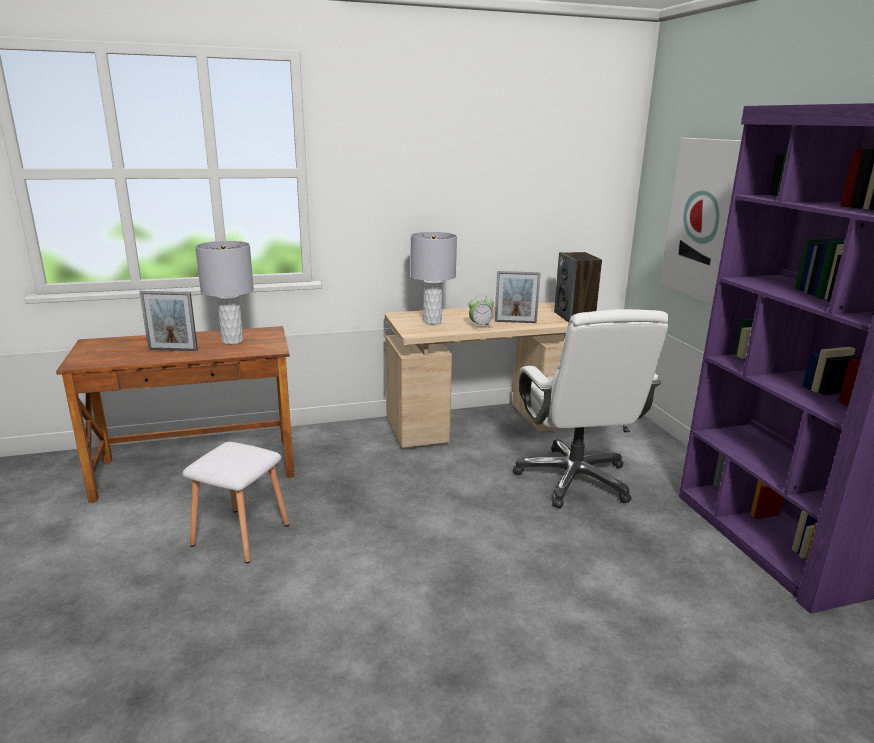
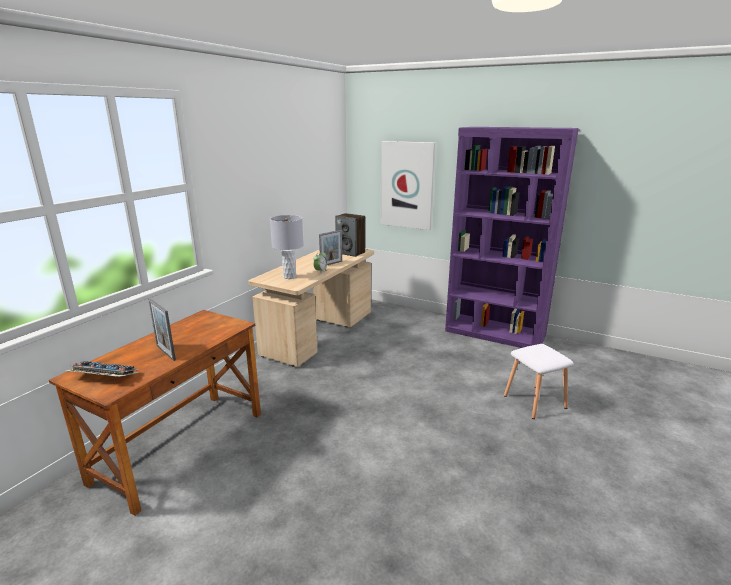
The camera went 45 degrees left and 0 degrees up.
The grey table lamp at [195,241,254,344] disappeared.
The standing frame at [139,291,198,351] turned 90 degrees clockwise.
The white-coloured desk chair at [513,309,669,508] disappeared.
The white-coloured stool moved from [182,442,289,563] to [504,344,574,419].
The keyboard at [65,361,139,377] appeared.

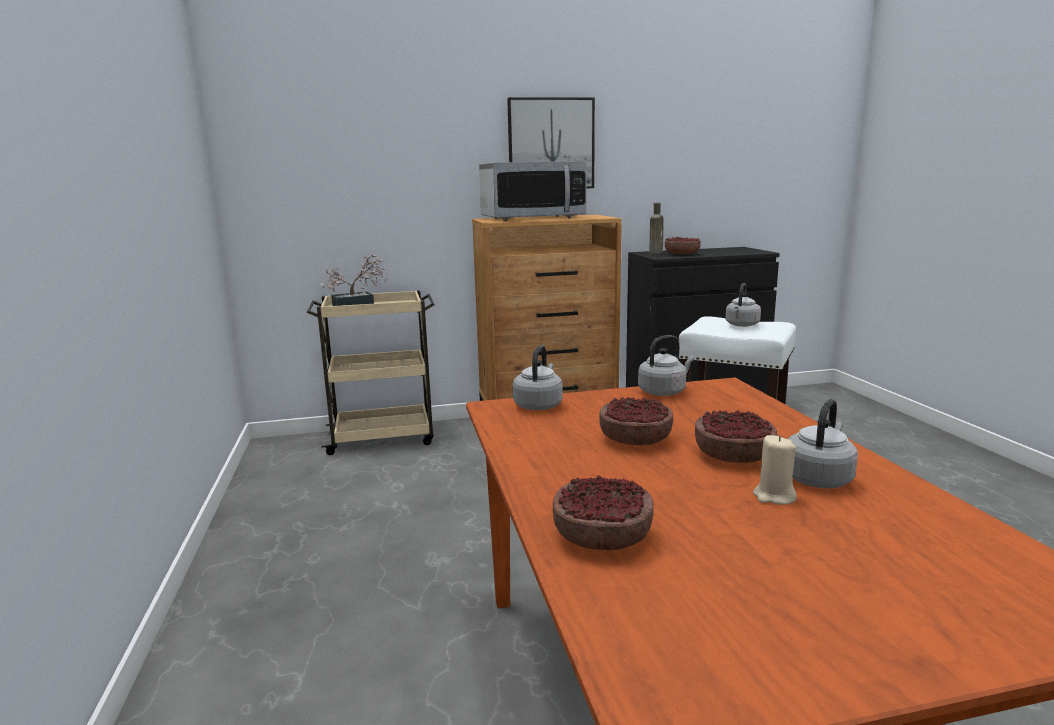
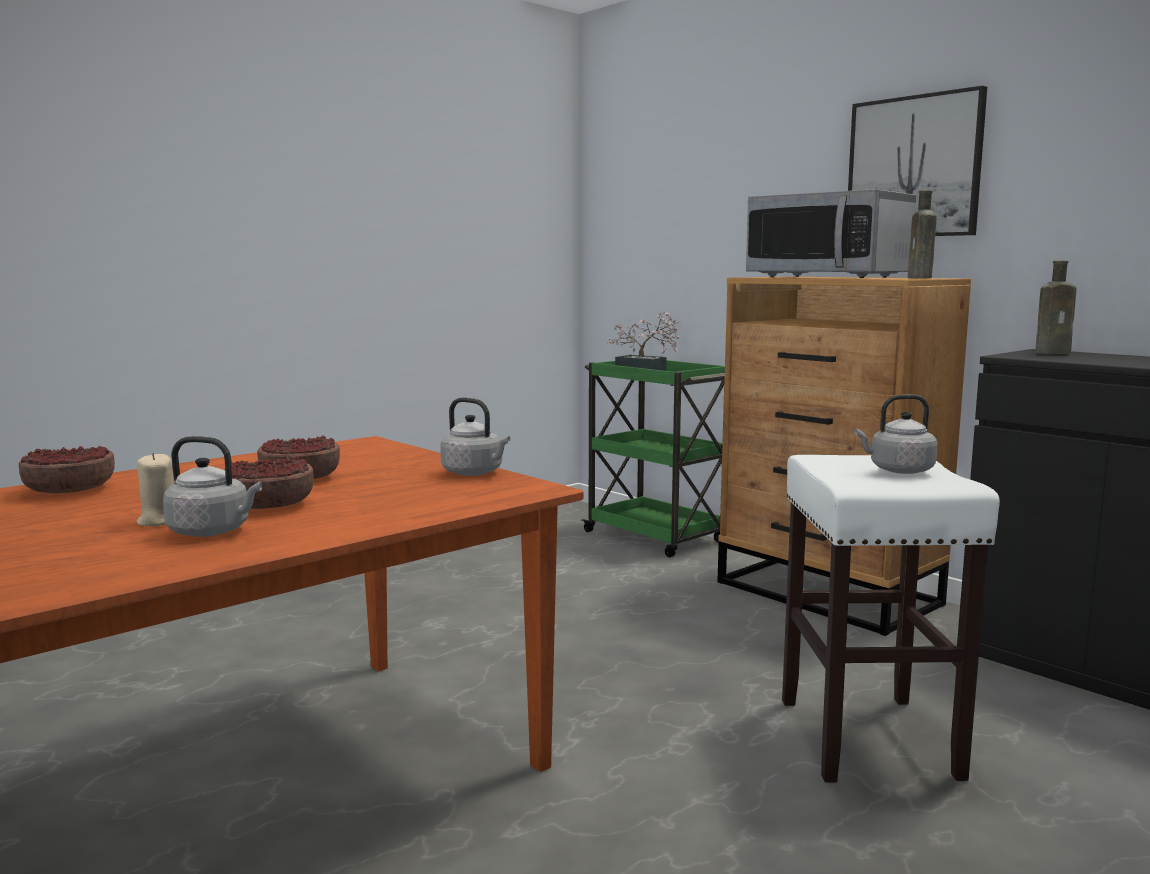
The camera went 60 degrees right and 5 degrees down.
The deep dish at [665,237,701,254] disappeared.
The beige cart at [306,290,435,455] became the greenish cart at [582,360,725,557].
The grey kettle at [513,345,563,410] disappeared.
The brown drink bottle at [908,190,937,278] appeared.

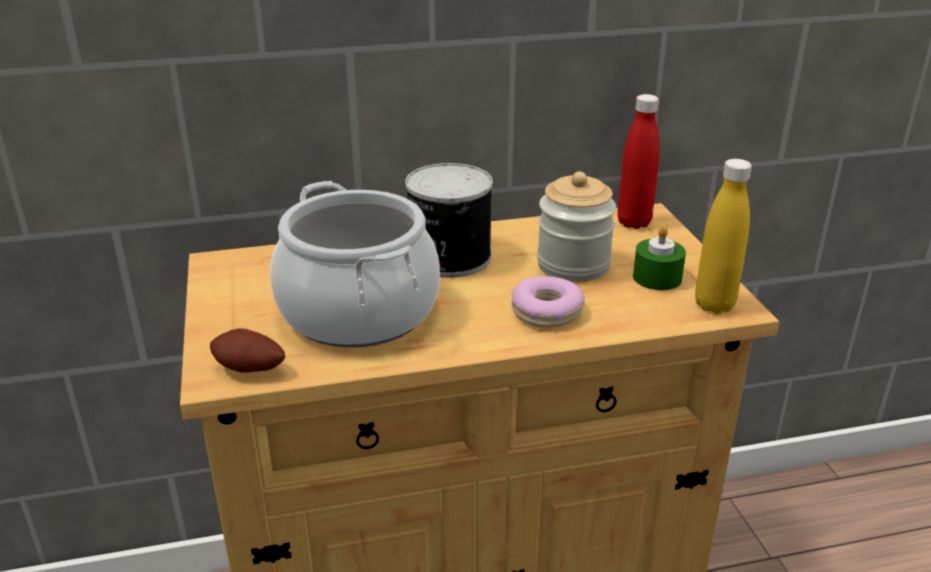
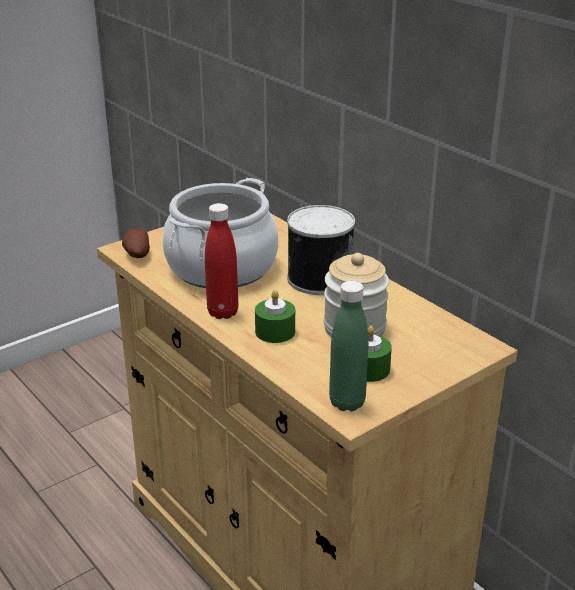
The camera went 65 degrees right and 0 degrees up.
The red drink bottle moved from [617,94,660,229] to [205,203,238,319].
The yellowish drink bottle at [695,159,752,314] became the greenish drink bottle at [329,281,368,411].
The ring doughnut at [511,276,585,328] was replaced by the greenish wax candle at [255,290,295,343].

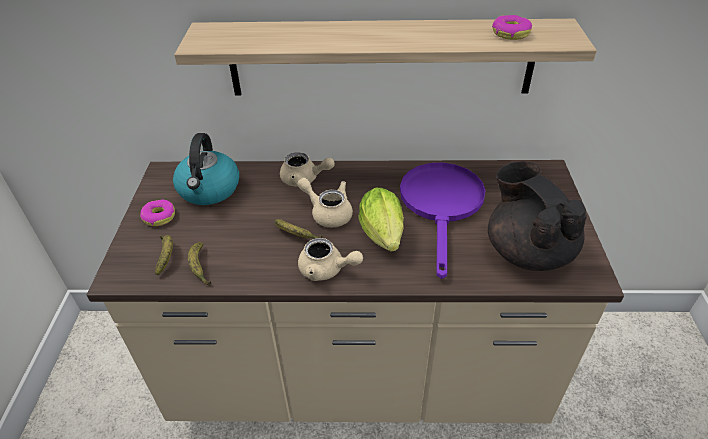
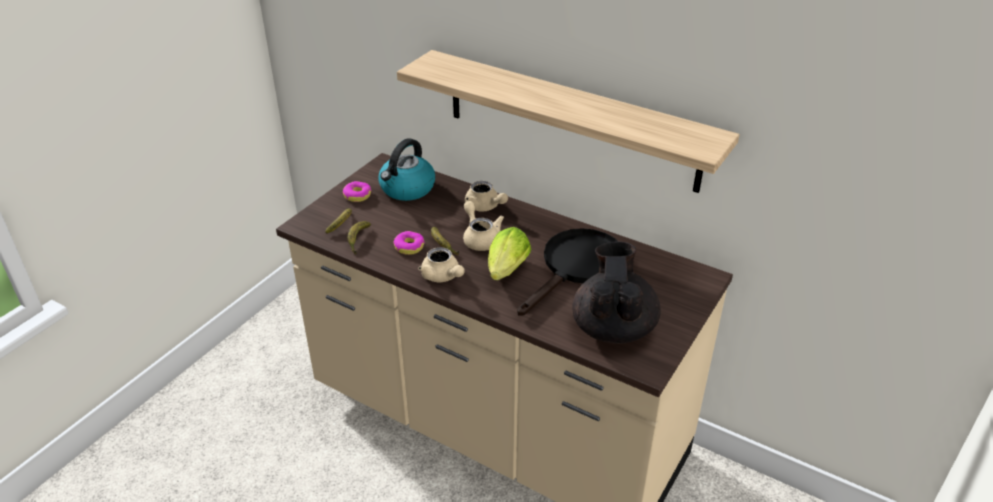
The camera went 30 degrees right and 5 degrees down.
The ring doughnut moved from [492,15,532,40] to [393,231,425,255].
The purplish pan at [400,162,486,279] became the black-coloured pan at [517,228,618,316].

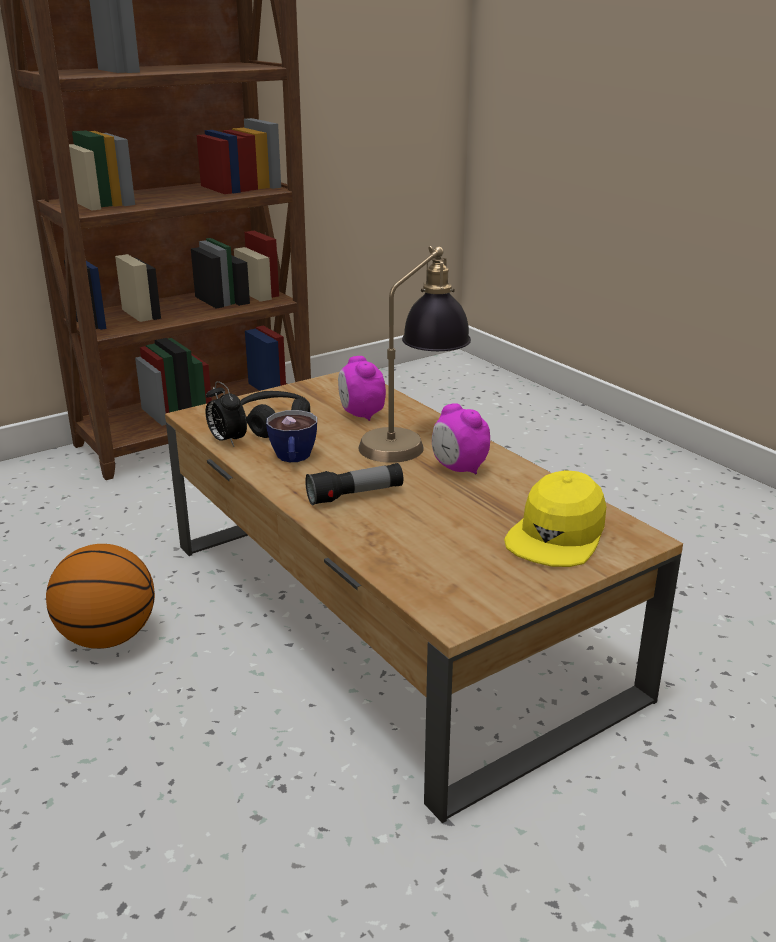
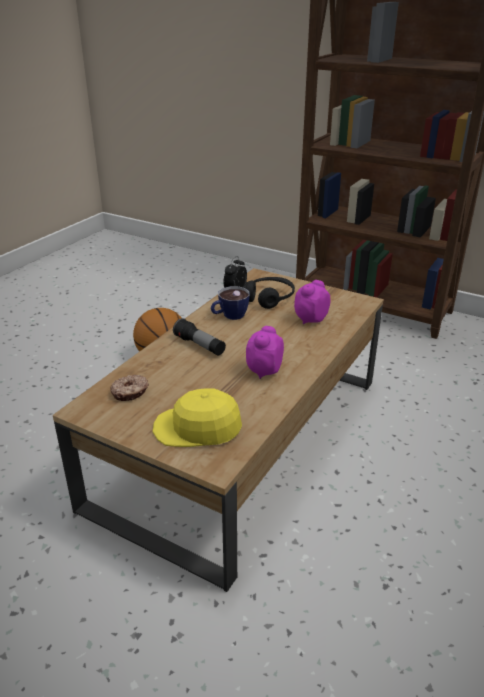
The camera went 65 degrees right and 5 degrees up.
The table lamp at [359,246,471,463] disappeared.
The ring doughnut at [110,375,149,401] appeared.

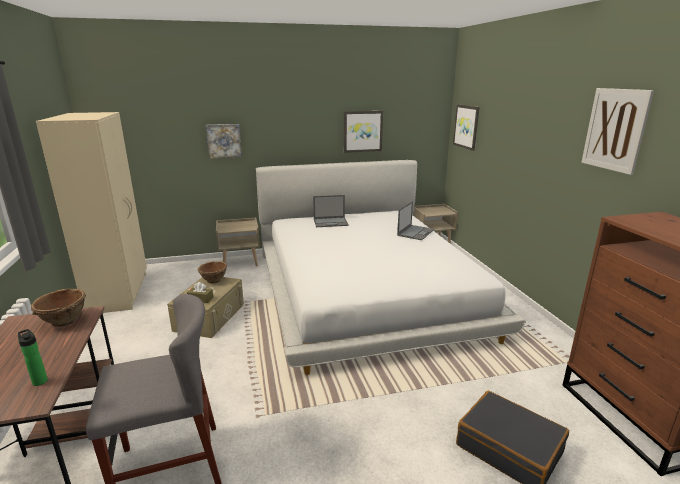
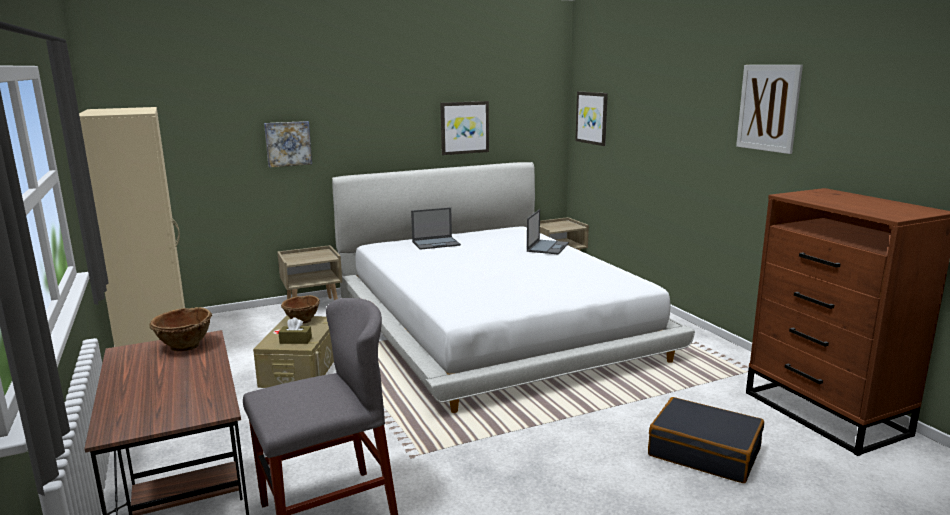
The camera went 10 degrees left and 5 degrees down.
The drink bottle at [18,329,48,386] disappeared.

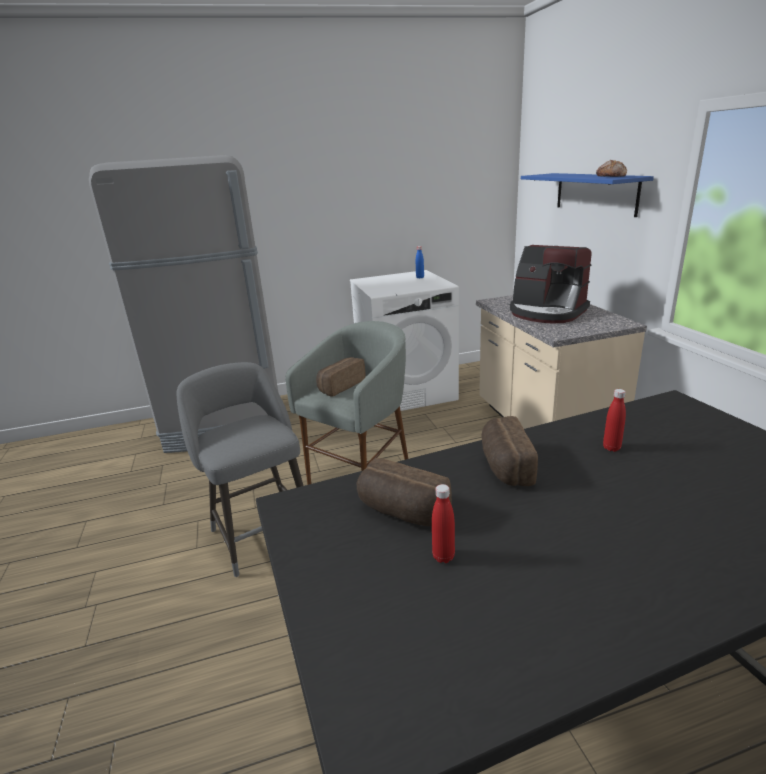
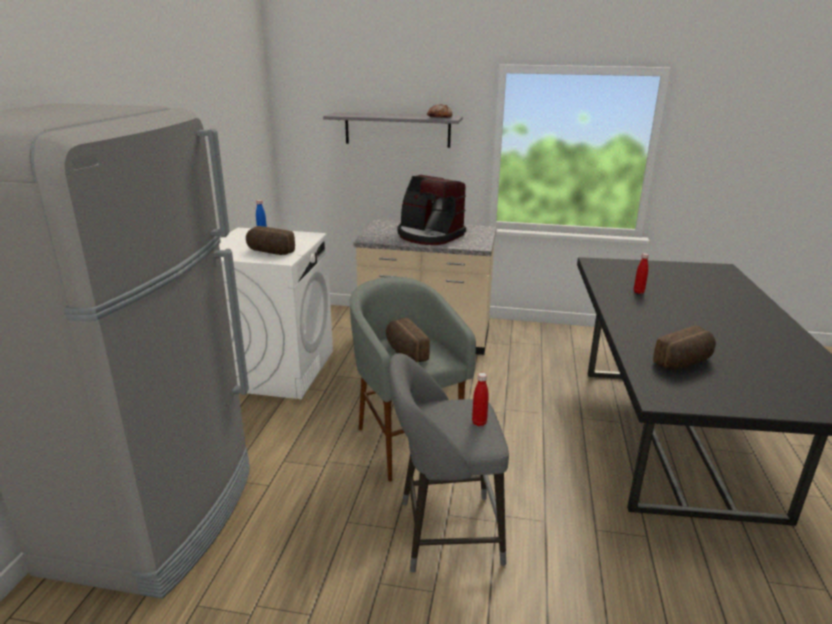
The camera went 65 degrees left and 0 degrees up.
The bluish bracket shelf at [521,173,654,217] became the grey bracket shelf at [323,112,463,148].
The coffee brewer at [510,245,591,324] turned 60 degrees clockwise.
The bakery bread moved from [482,416,538,486] to [246,226,295,255].
The red drink bottle moved from [432,484,455,563] to [472,373,489,426].

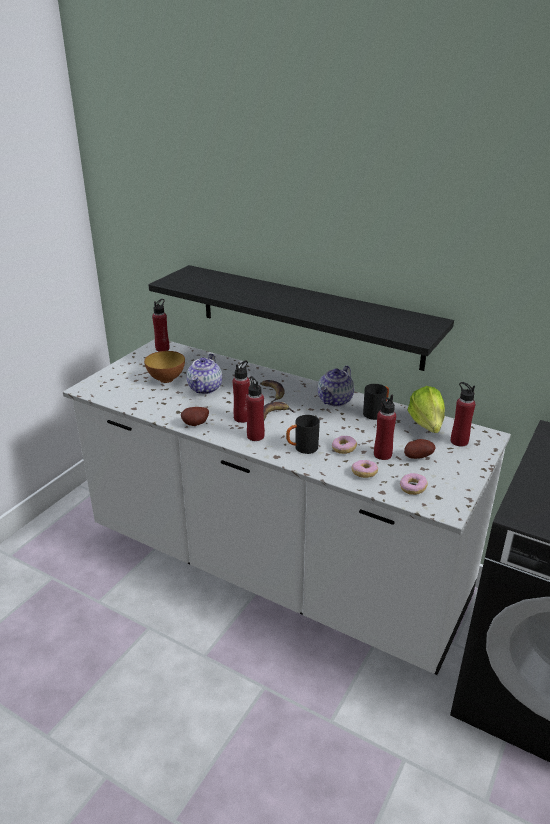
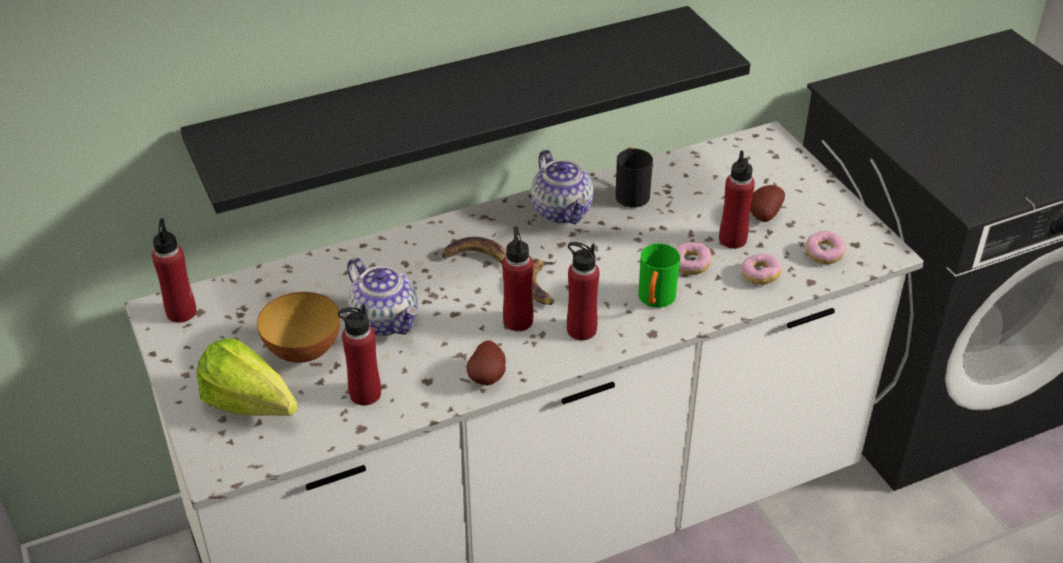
The camera went 55 degrees left and 10 degrees up.
The red drink bottle moved from [451,382,476,447] to [338,304,381,405].
The lettuce head moved from [408,386,445,433] to [196,338,298,416].
The black-coloured tea mug at [286,415,320,454] became the greenish tea mug at [638,243,680,308].

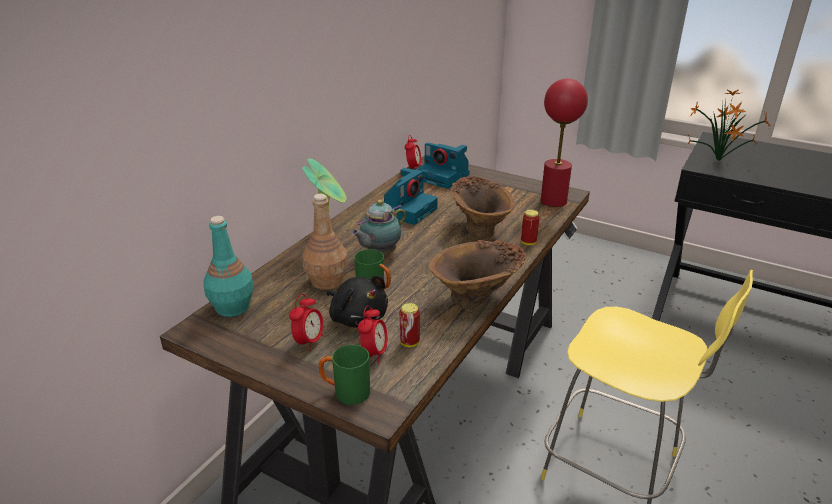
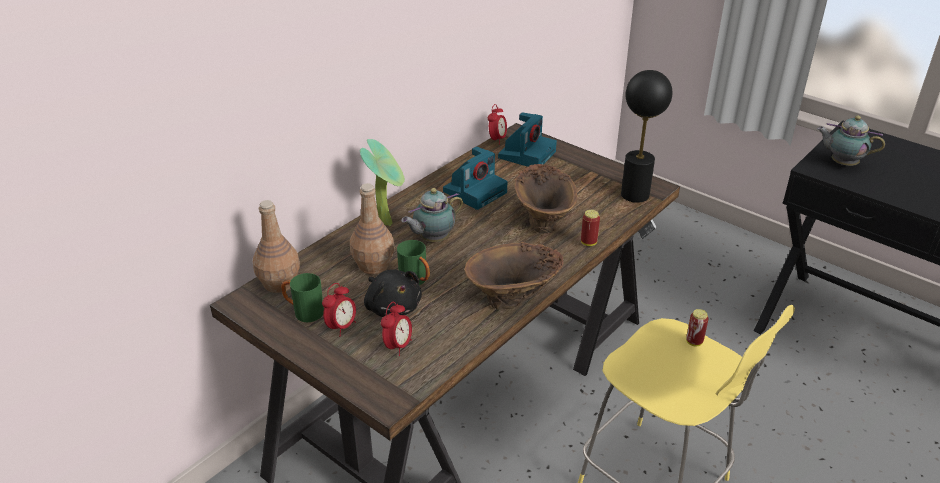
The camera went 10 degrees right and 5 degrees up.
The red table lamp at [541,79,588,207] became the black-coloured table lamp at [621,70,672,203].
The plant in a pot at [688,89,771,161] was replaced by the pot for tea at [817,115,885,166].
The photo camera at [416,142,470,189] turned 105 degrees counterclockwise.
The blue-green drink bottle at [203,216,254,317] became the brown drink bottle at [253,200,300,293].
The sealed can moved from [399,303,420,347] to [686,309,709,346].
The greenish tea mug moved from [319,345,370,405] to [281,273,324,322].

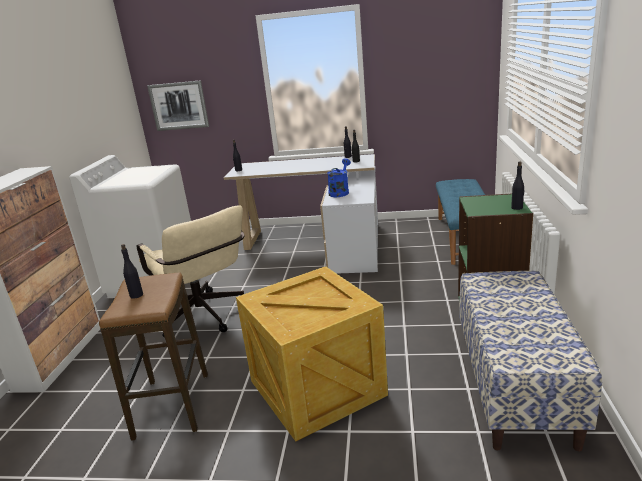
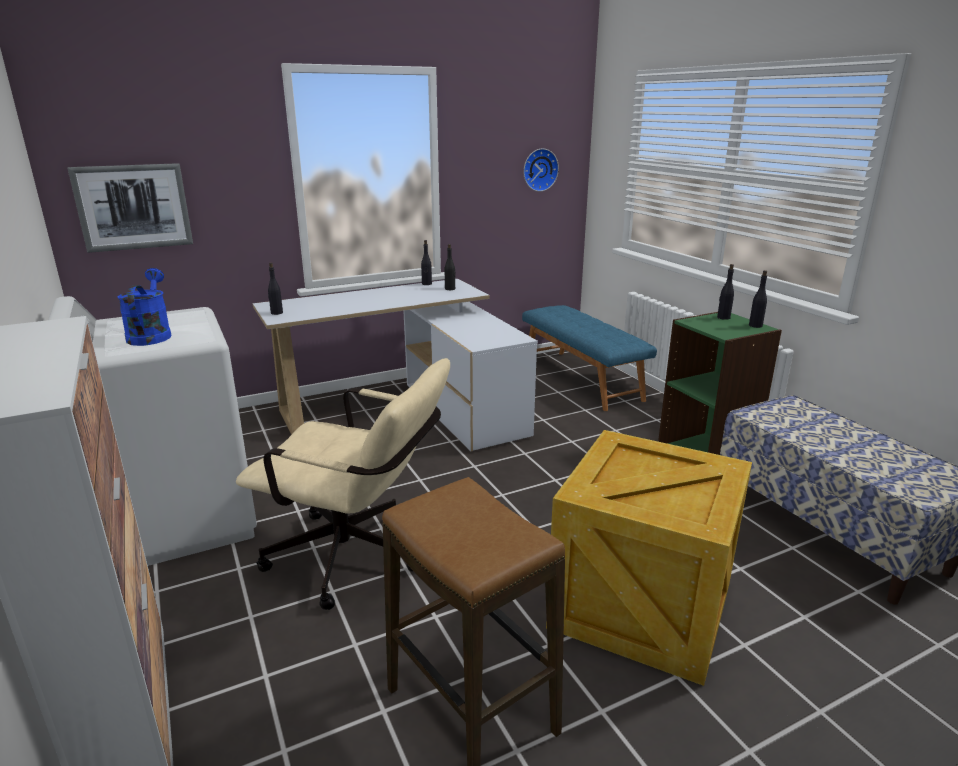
The camera went 35 degrees left and 0 degrees up.
The bluish watering can moved from [327,158,351,197] to [117,268,172,346].
The black-coloured drink bottle moved from [121,244,143,299] to [717,264,734,320].
The wall clock at [523,148,559,192] appeared.

